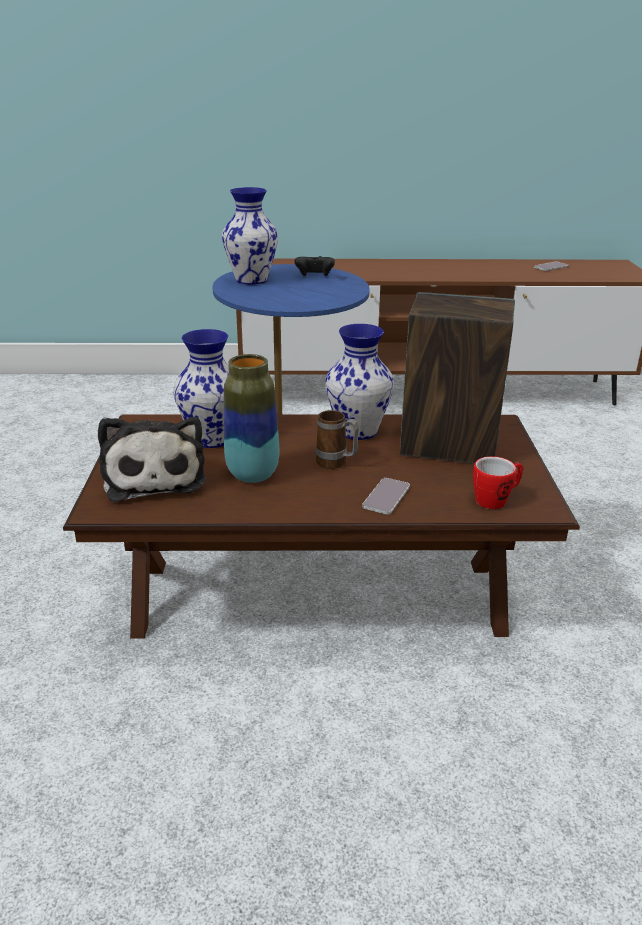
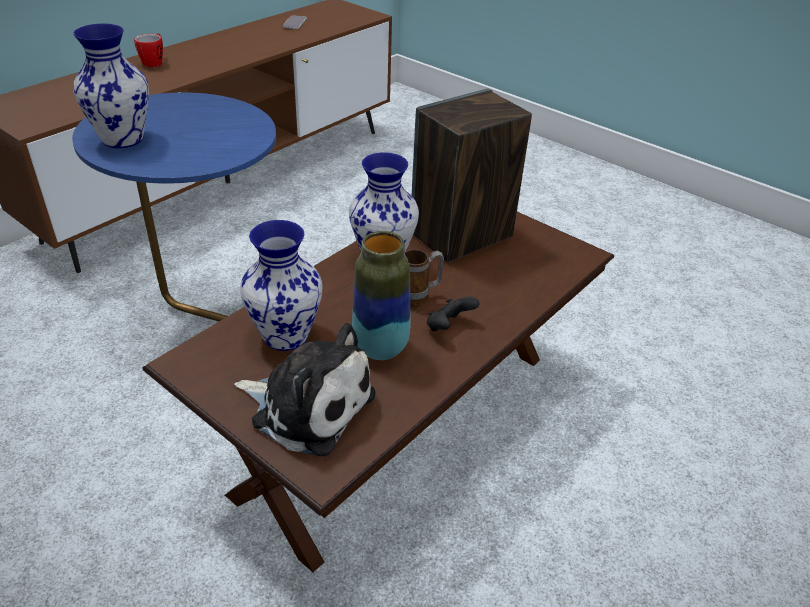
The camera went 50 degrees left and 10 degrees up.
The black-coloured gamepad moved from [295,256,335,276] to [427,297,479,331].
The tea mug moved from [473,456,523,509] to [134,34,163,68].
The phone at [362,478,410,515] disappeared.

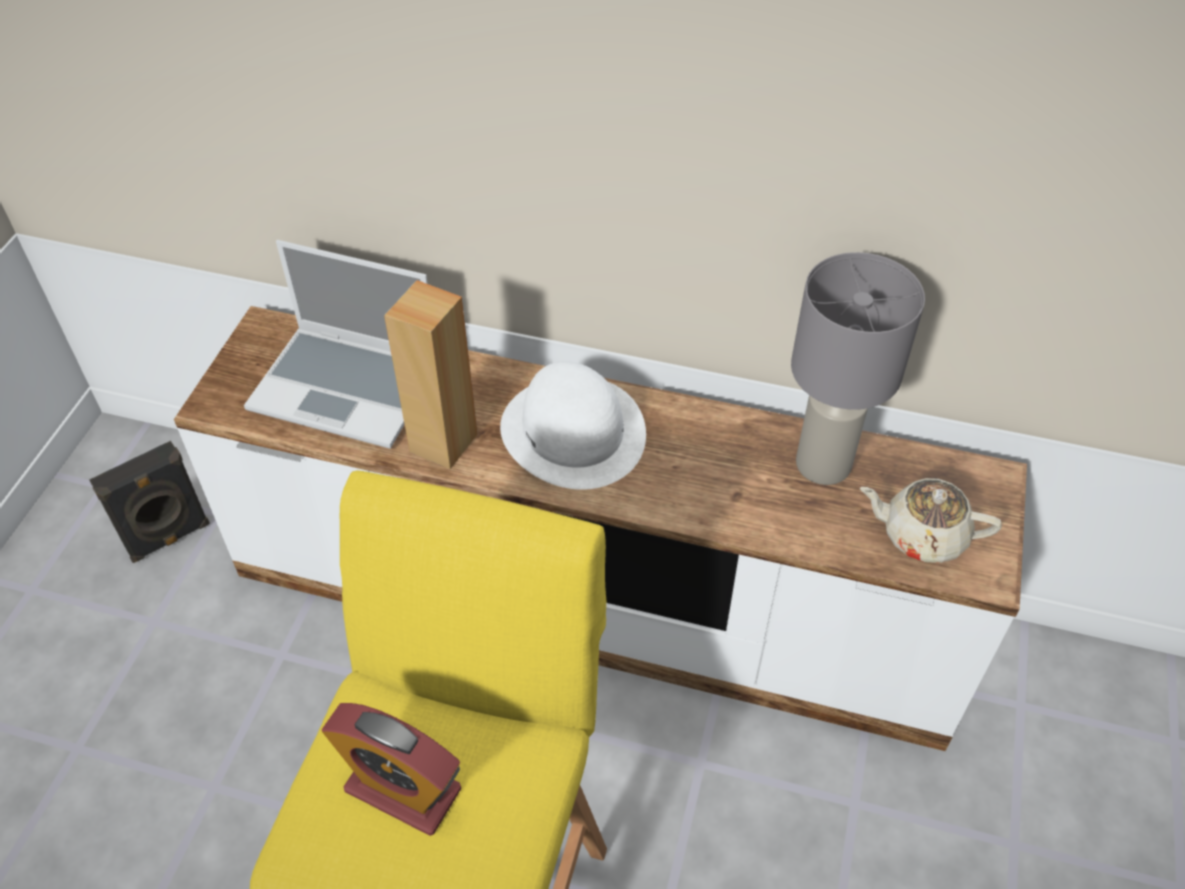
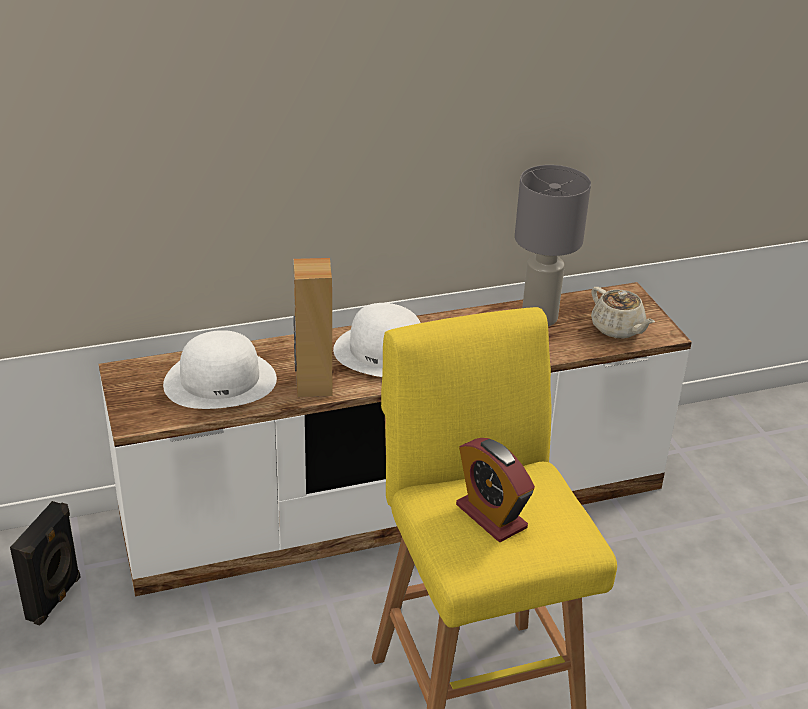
The camera went 35 degrees left and 15 degrees down.
The portable computer at [244,240,428,449] was replaced by the white-coloured hat at [163,330,277,409].
The beige pot for tea at [860,478,1002,563] turned 105 degrees counterclockwise.
The alarm clock at [322,703,461,836] turned 60 degrees clockwise.

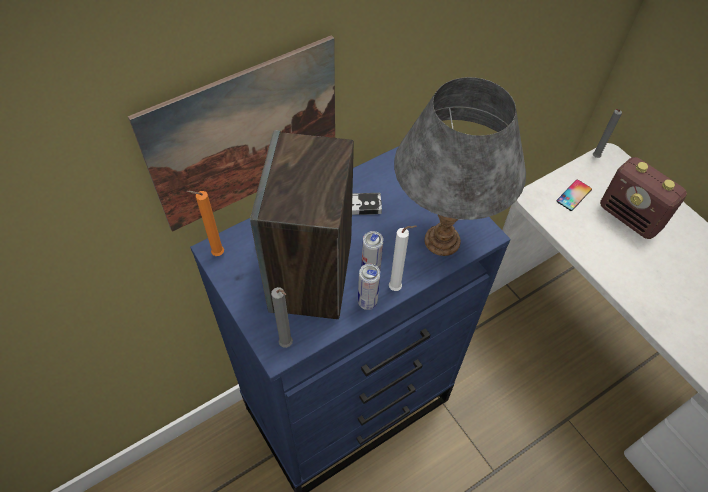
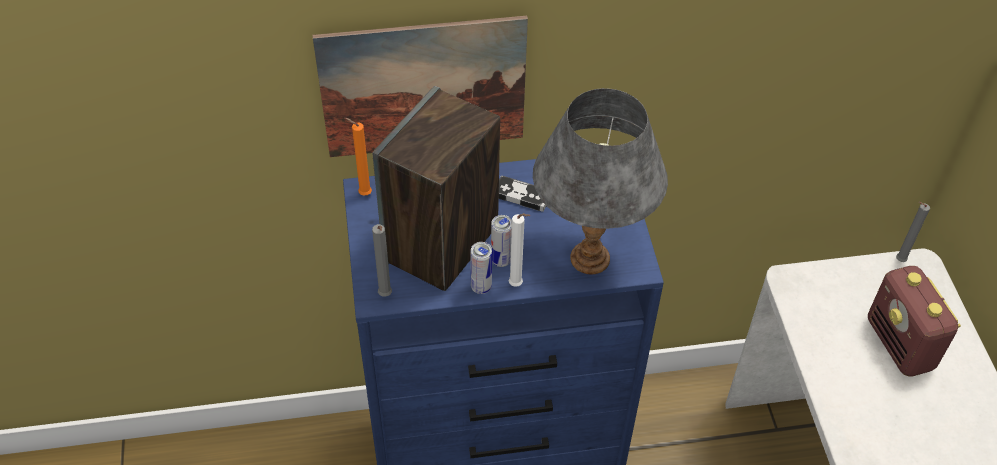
The camera went 25 degrees right and 5 degrees down.
The phone at [556,179,592,211] disappeared.

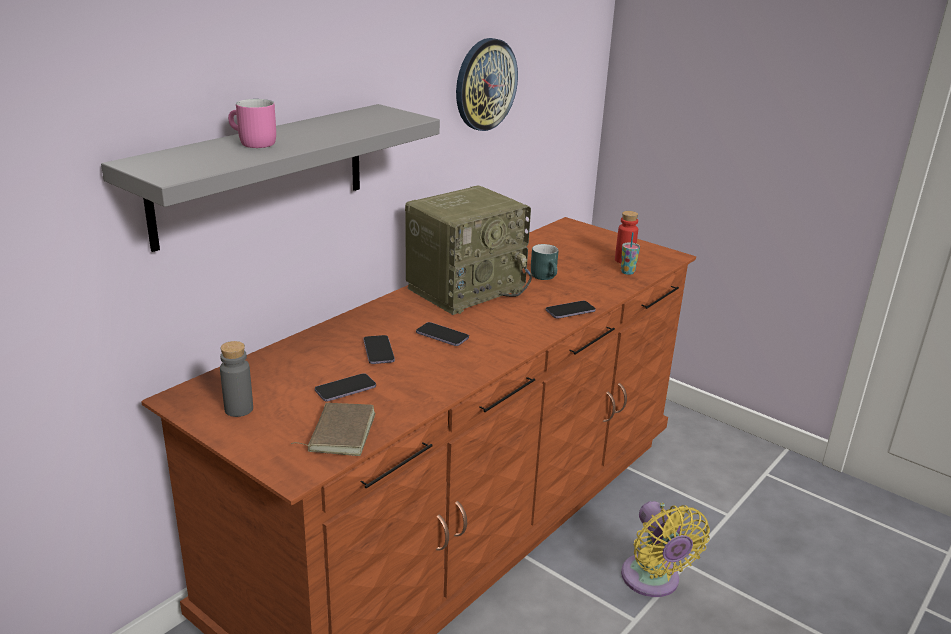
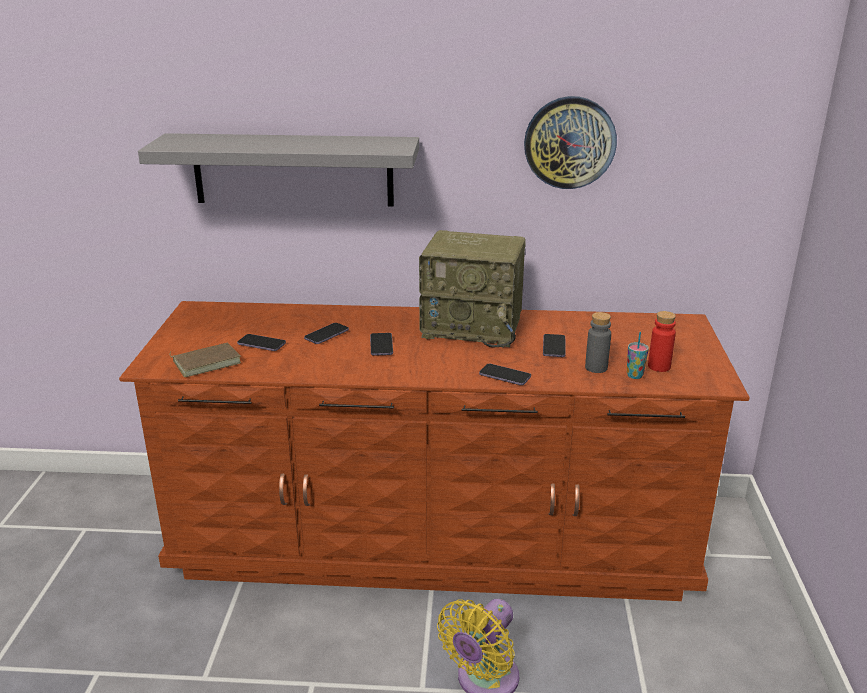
The camera went 55 degrees right and 0 degrees up.
The pinkish tea mug at [228,99,276,148] disappeared.
The blue-green tea mug at [531,244,559,280] was replaced by the phone at [543,334,566,357].
The grey drink bottle moved from [220,341,253,417] to [585,312,611,373].

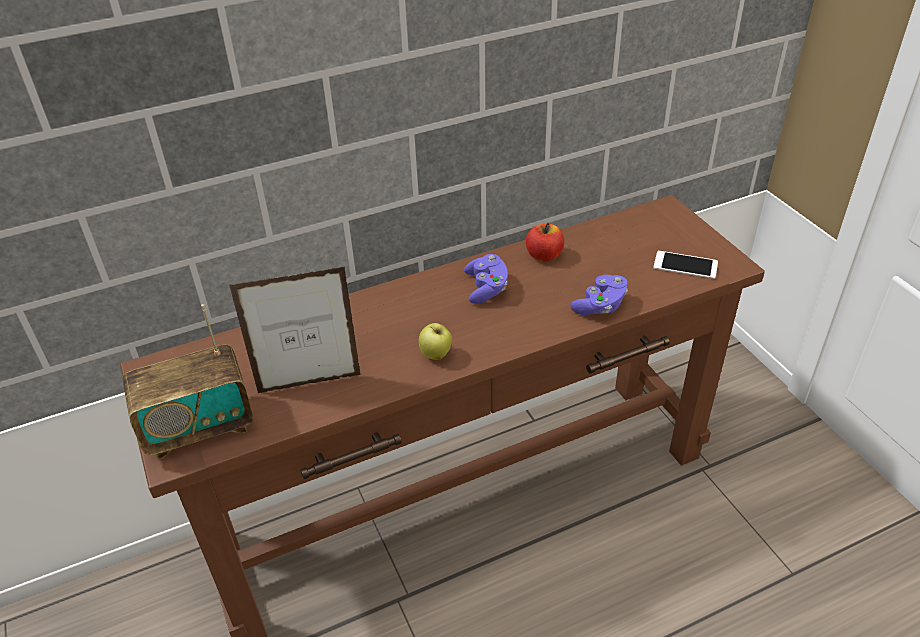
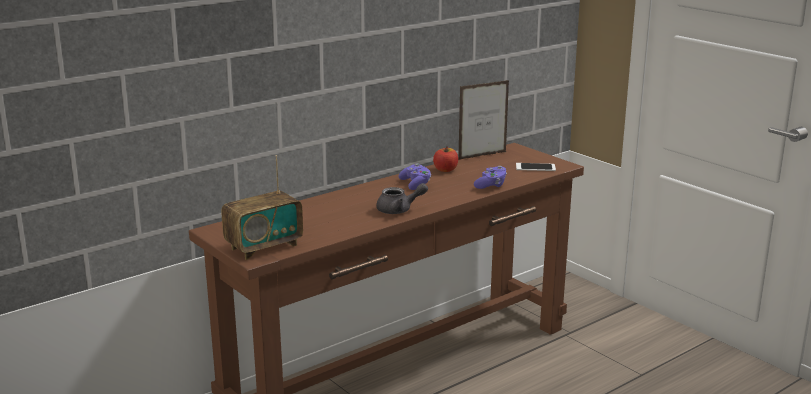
The camera went 15 degrees left and 20 degrees down.
The standing frame moved from [229,266,361,393] to [458,80,509,160].
The apple fruit at [419,323,452,360] was replaced by the grey pot for tea at [376,183,428,214].

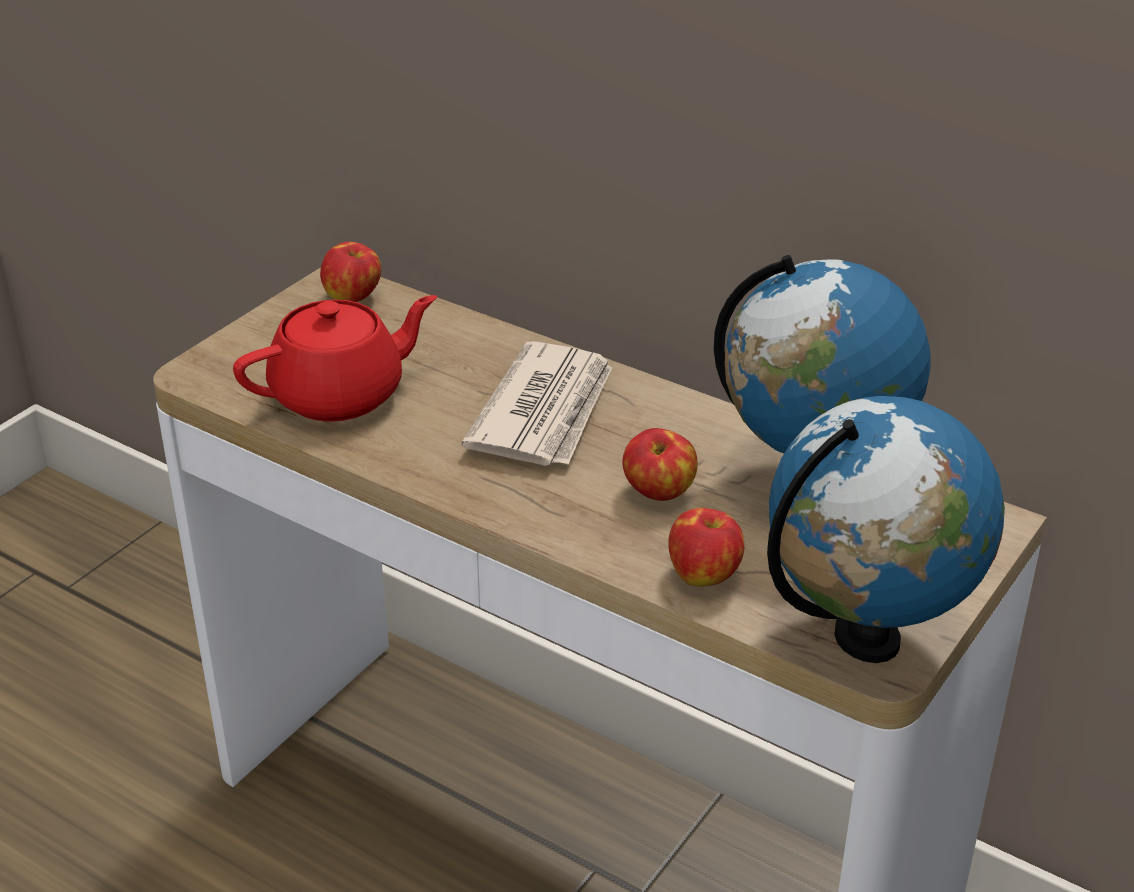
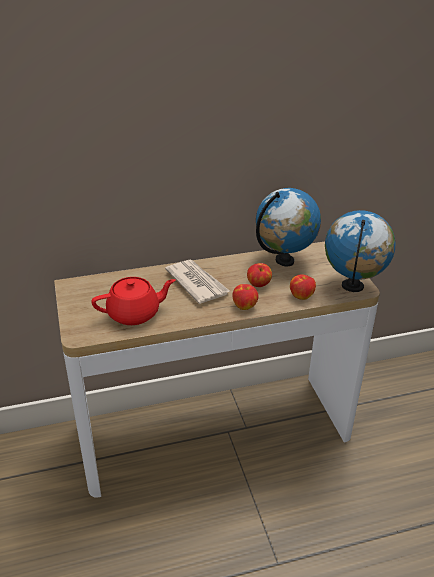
The camera went 50 degrees left and 0 degrees up.
The apple fruit moved from [320,242,381,302] to [232,284,259,310].
The red pot for tea at [233,295,437,422] turned 60 degrees clockwise.

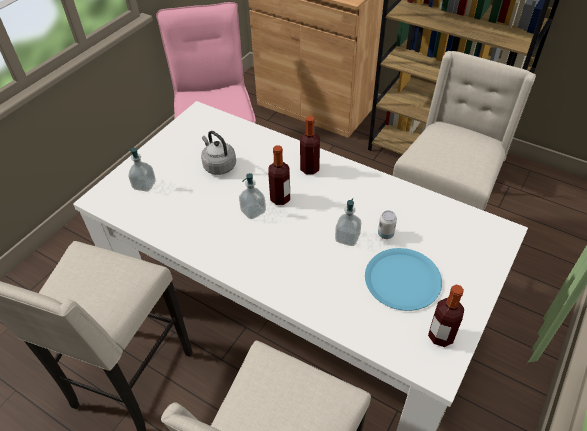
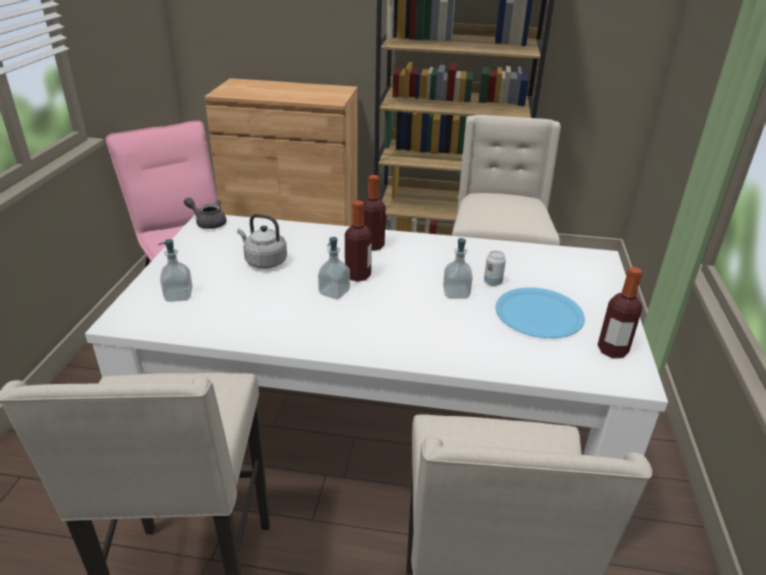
The camera went 25 degrees left and 15 degrees down.
The grey pot for tea at [184,197,226,229] appeared.

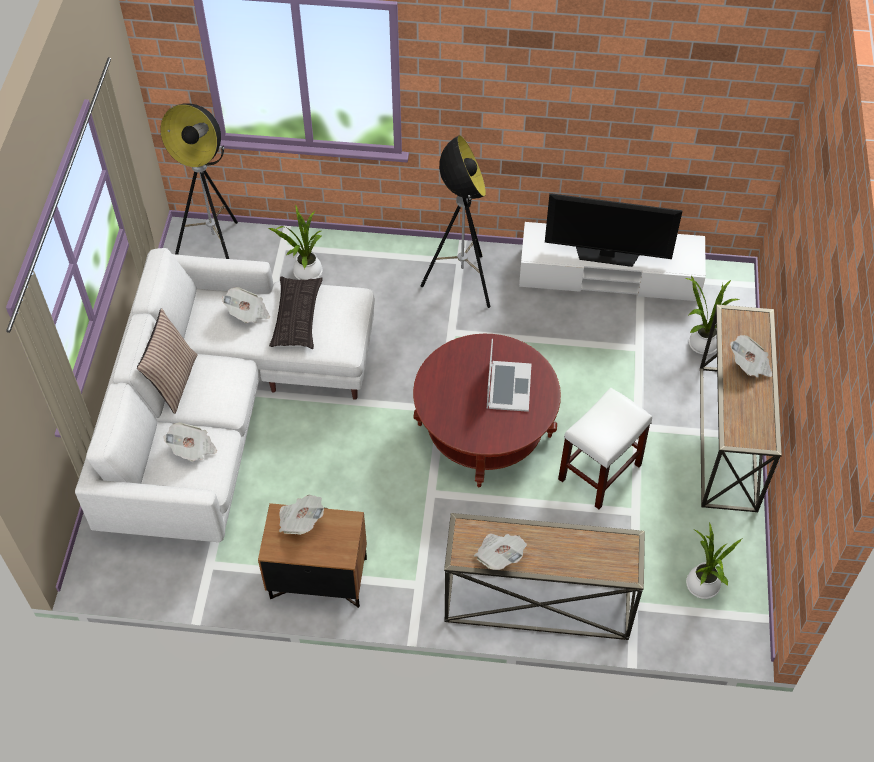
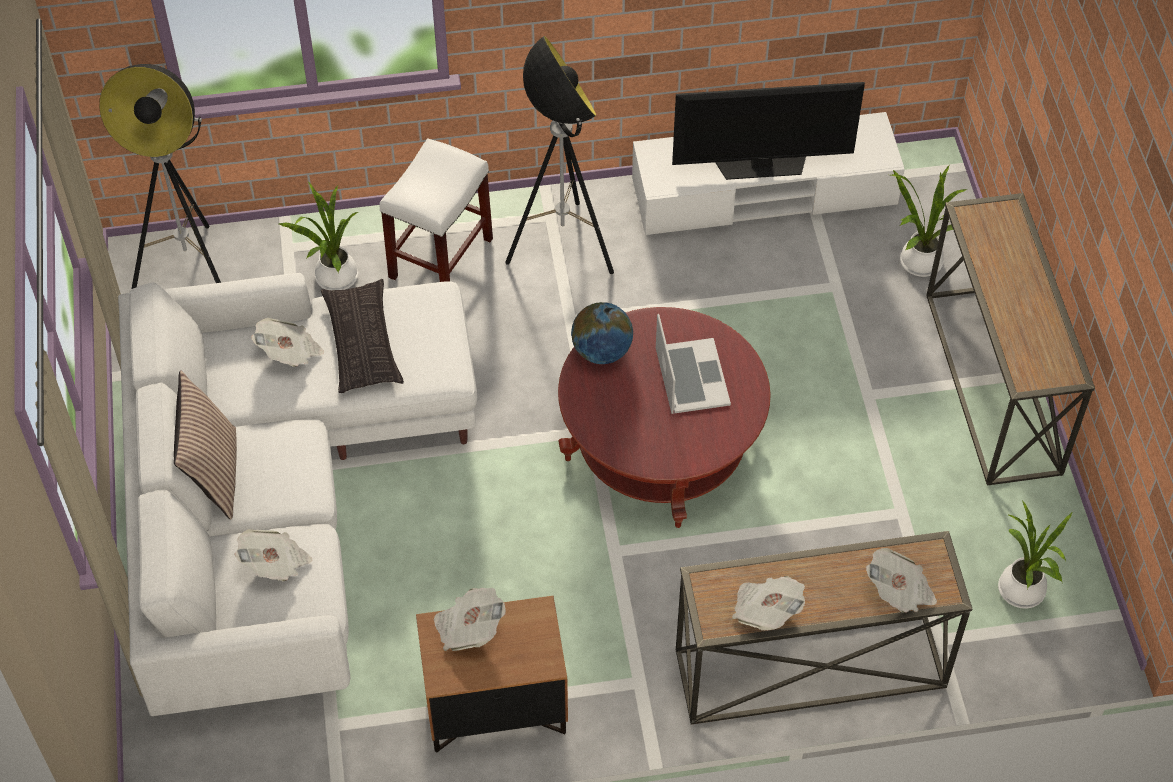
The camera went 15 degrees left and 0 degrees up.
The printed paper moved from [730,335,773,378] to [866,548,937,613].
The white-coloured stool moved from [558,387,652,509] to [379,138,493,282].
The world globe at [571,302,633,364] appeared.

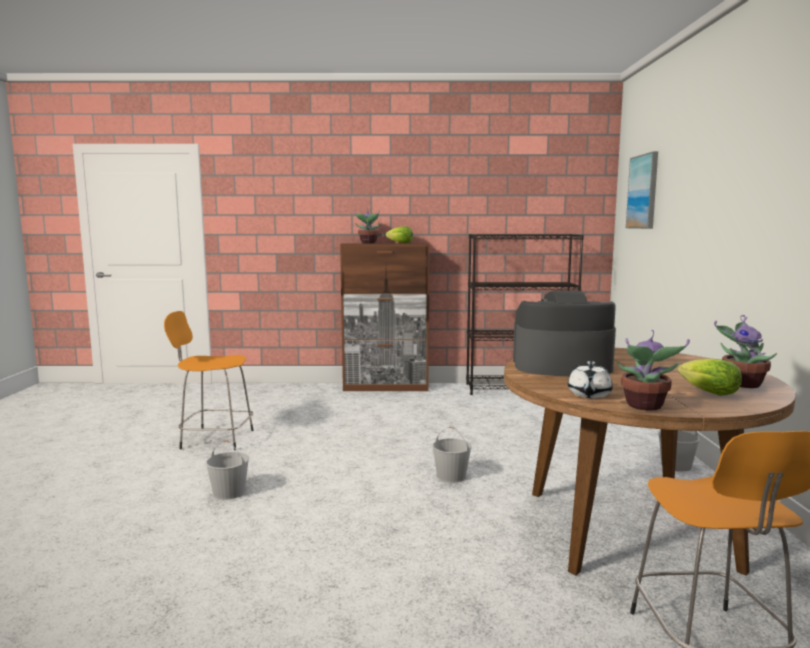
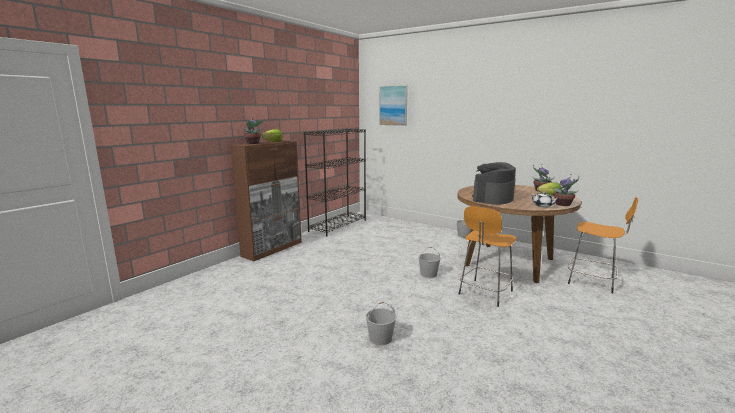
The camera went 55 degrees left and 5 degrees up.
The orange stool moved from [164,311,254,451] to [459,206,516,307].

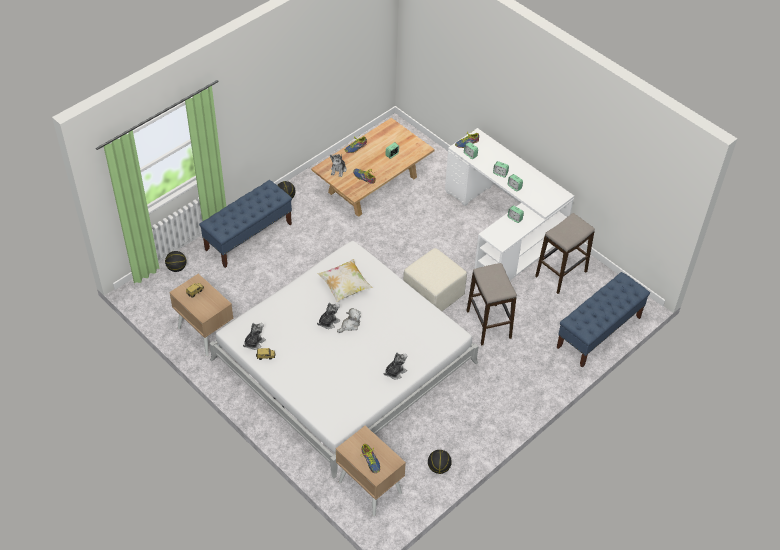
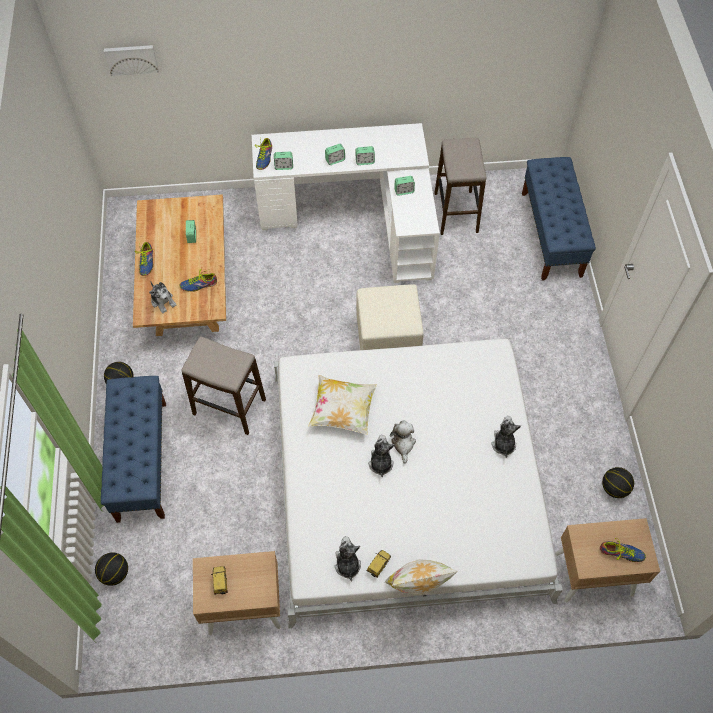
The camera went 50 degrees left and 10 degrees up.
The stool moved from [466,263,517,346] to [182,337,266,435].
The wall art at [104,45,159,76] appeared.
The pillow at [385,559,458,595] appeared.

